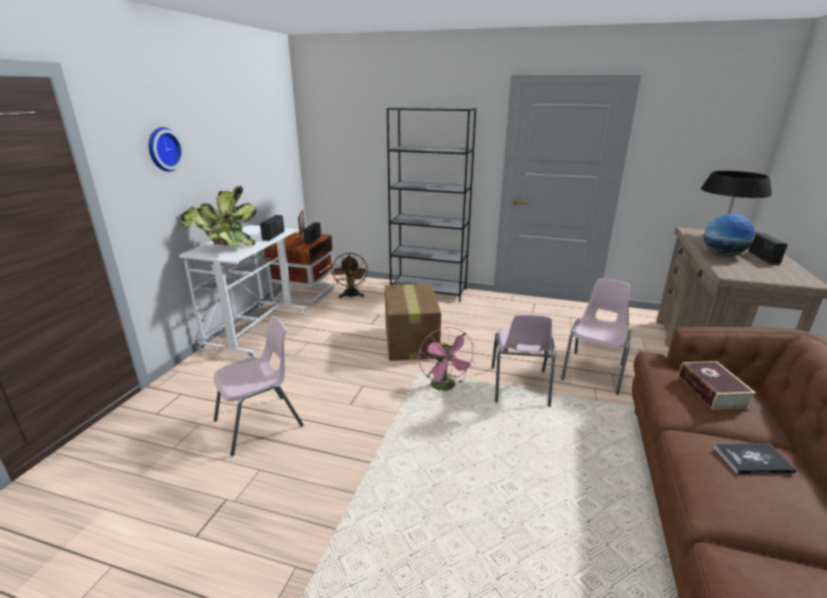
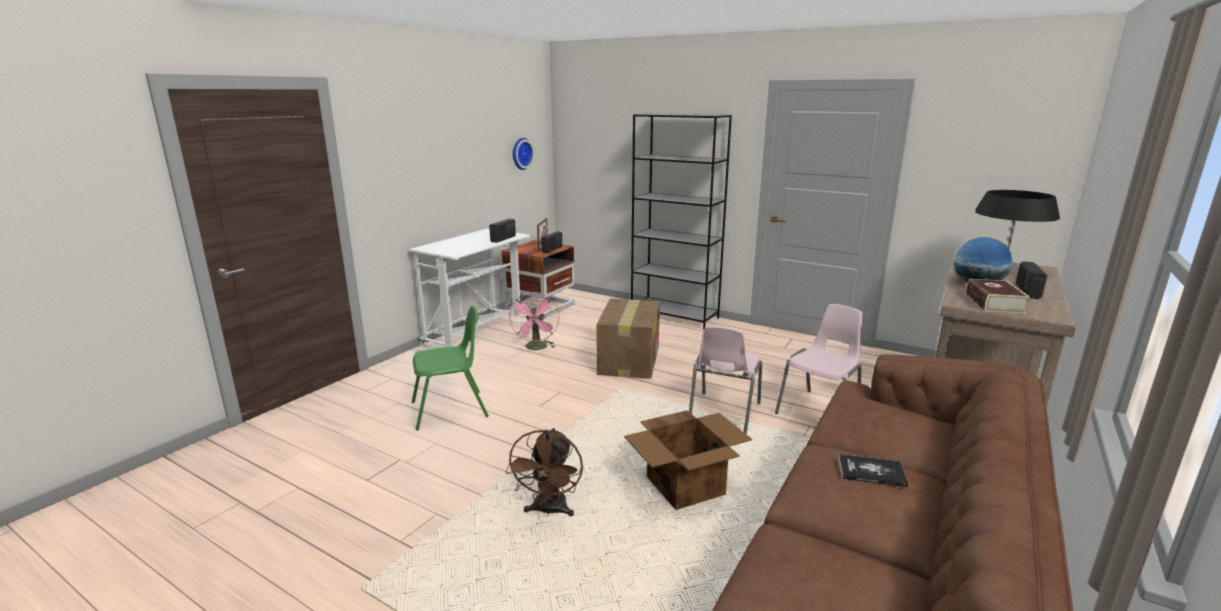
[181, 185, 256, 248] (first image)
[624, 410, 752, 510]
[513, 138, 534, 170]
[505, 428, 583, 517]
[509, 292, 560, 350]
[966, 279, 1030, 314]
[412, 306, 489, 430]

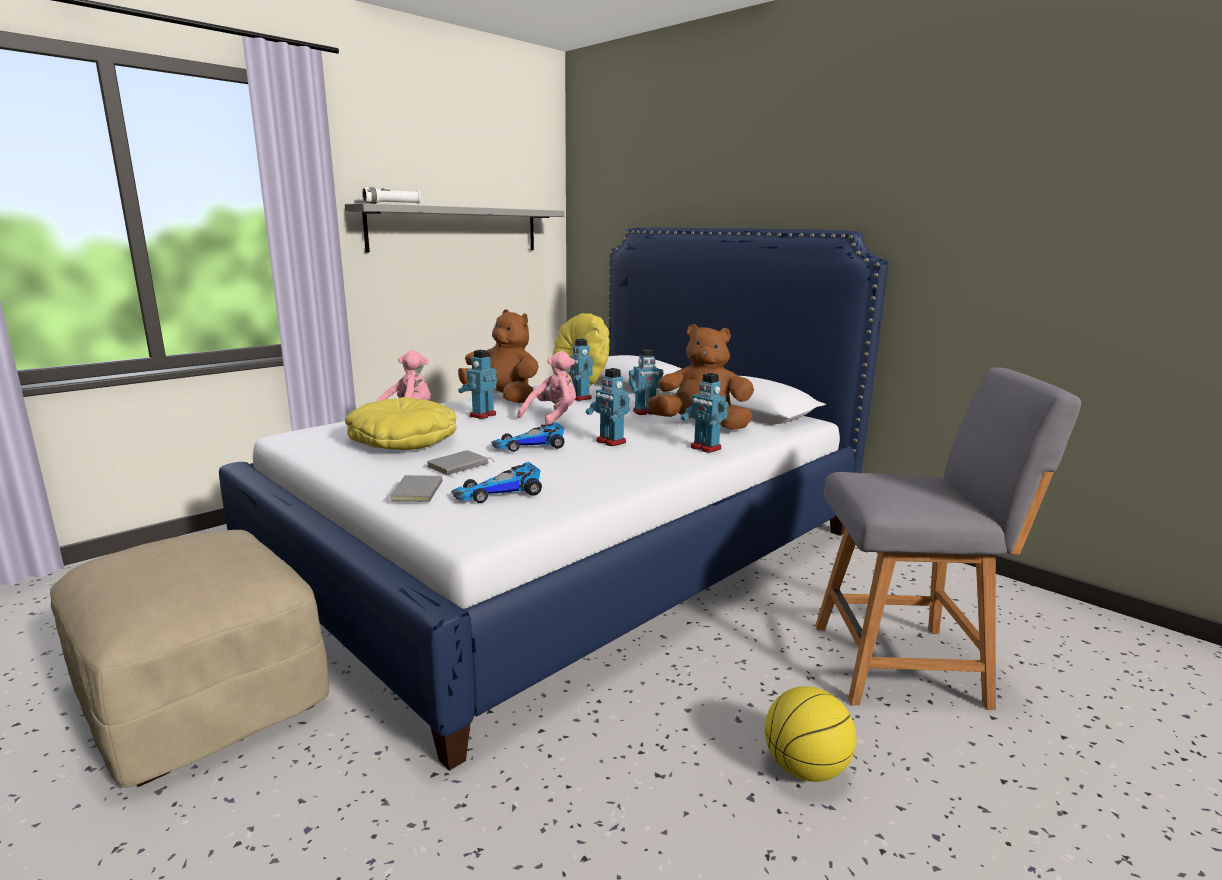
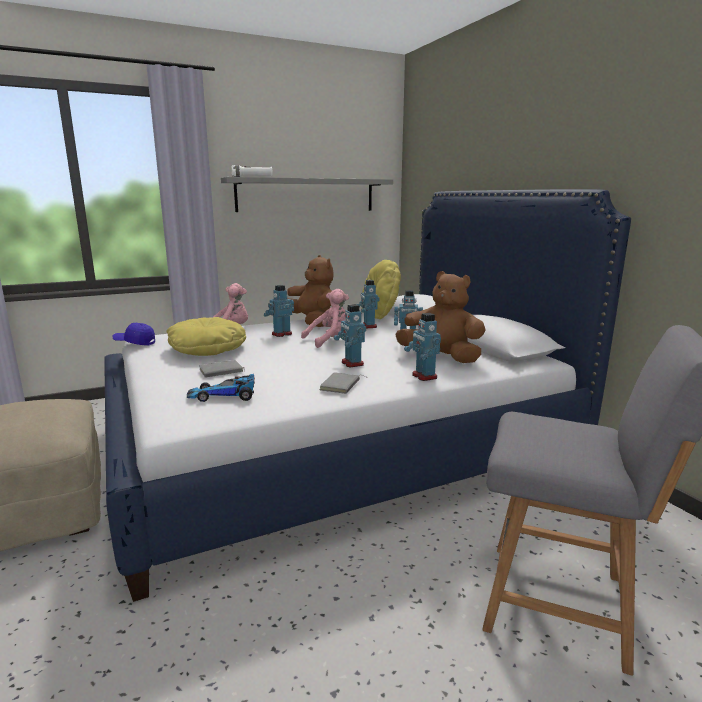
[491, 422, 565, 452] (first image)
[765, 686, 856, 782] (first image)
[112, 323, 155, 346]
[320, 372, 368, 394]

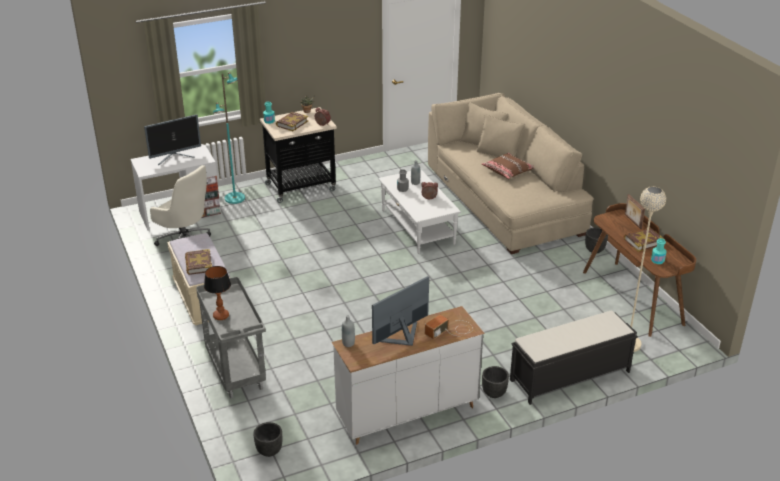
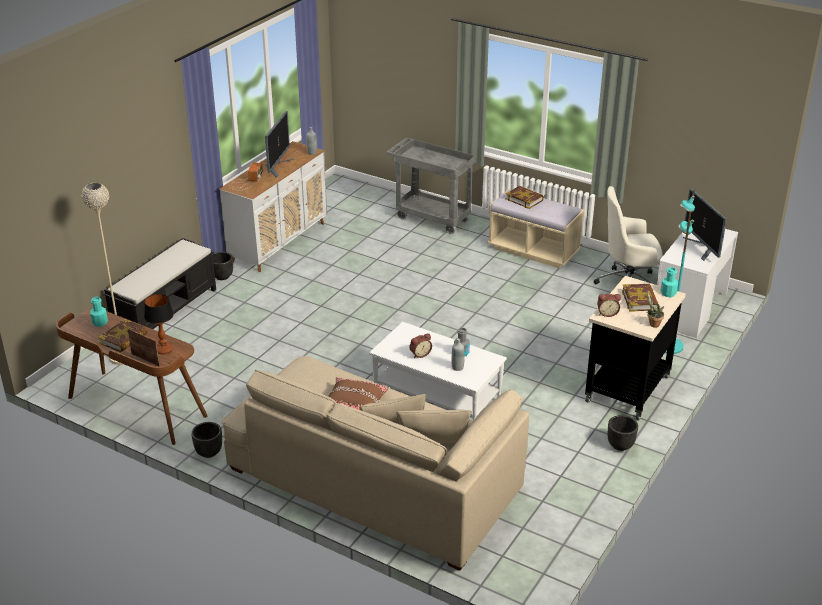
[144, 294, 174, 354]
[608, 415, 638, 451]
[683, 188, 727, 261]

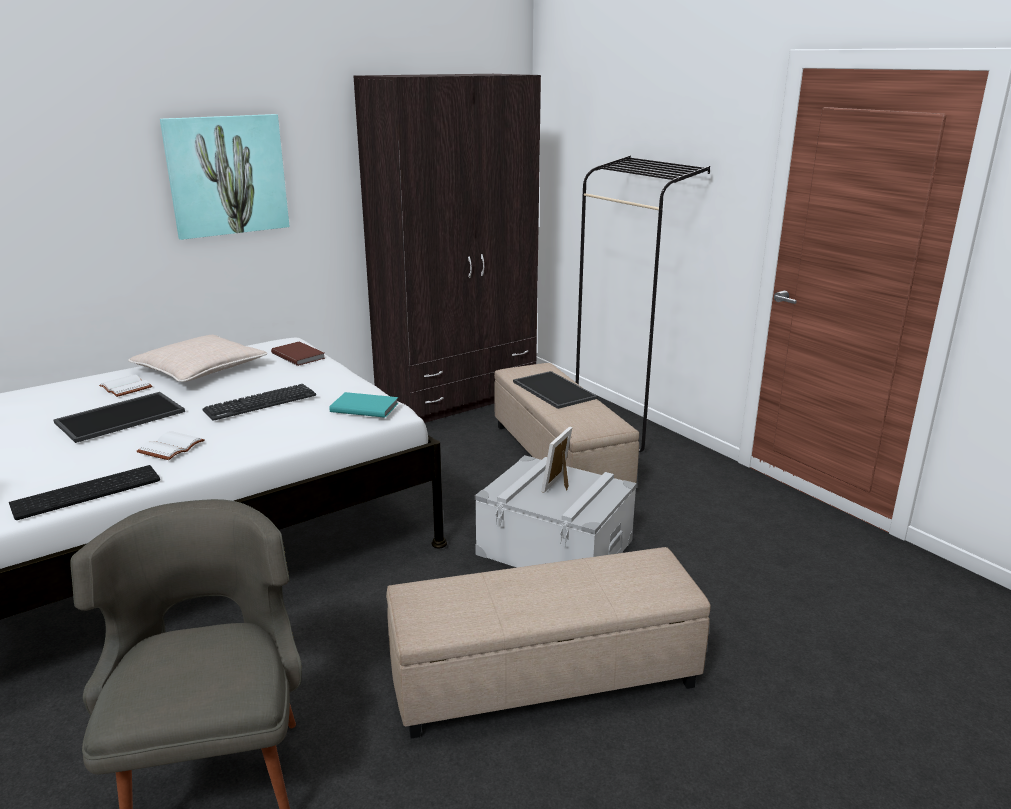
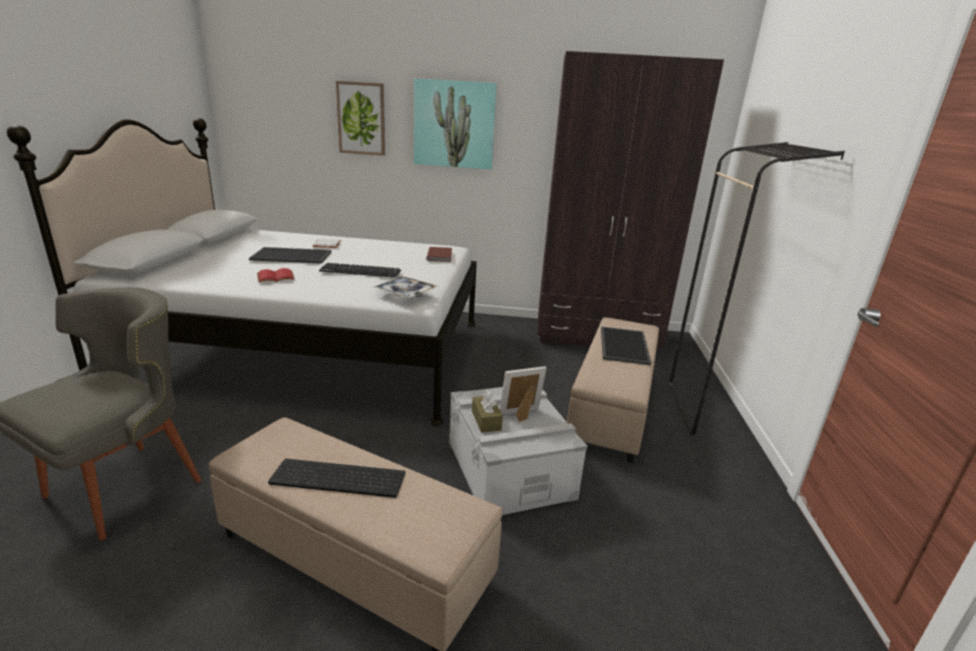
[128, 335, 267, 382] (first image)
[336, 81, 385, 156]
[472, 390, 503, 433]
[268, 459, 406, 498]
[374, 276, 437, 299]
[257, 268, 294, 282]

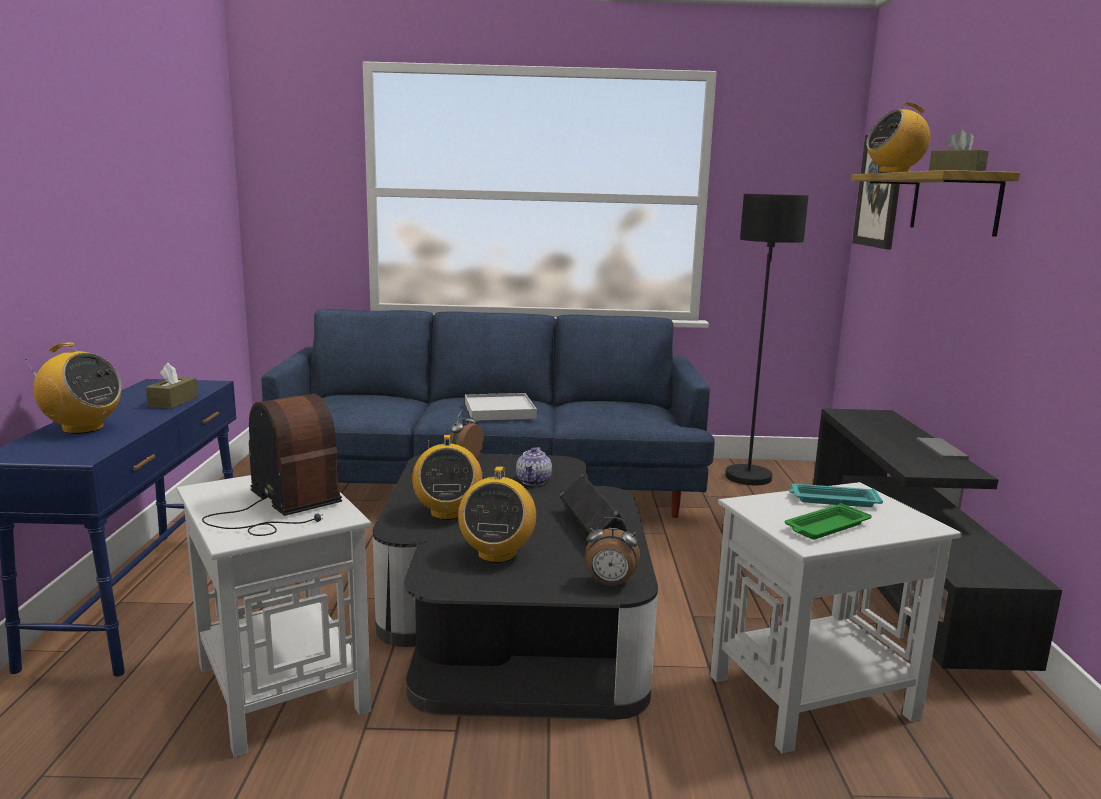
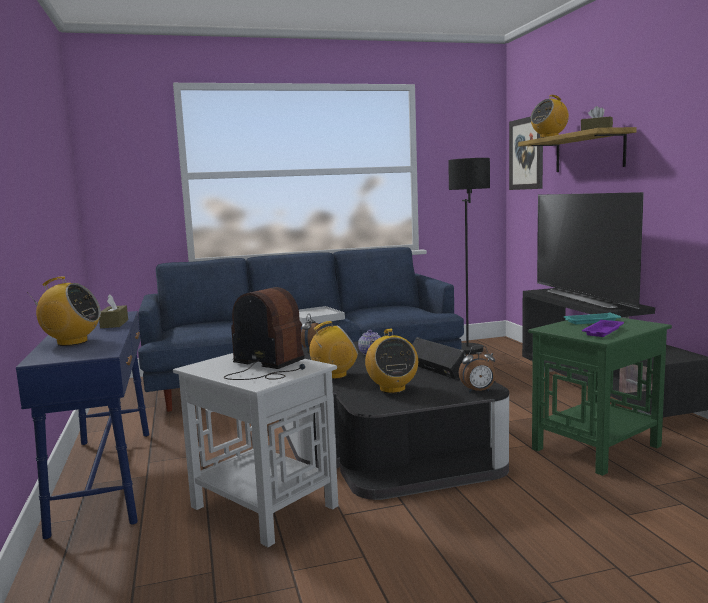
[537, 192, 644, 309]
[528, 318, 672, 476]
[582, 320, 624, 337]
[309, 321, 358, 379]

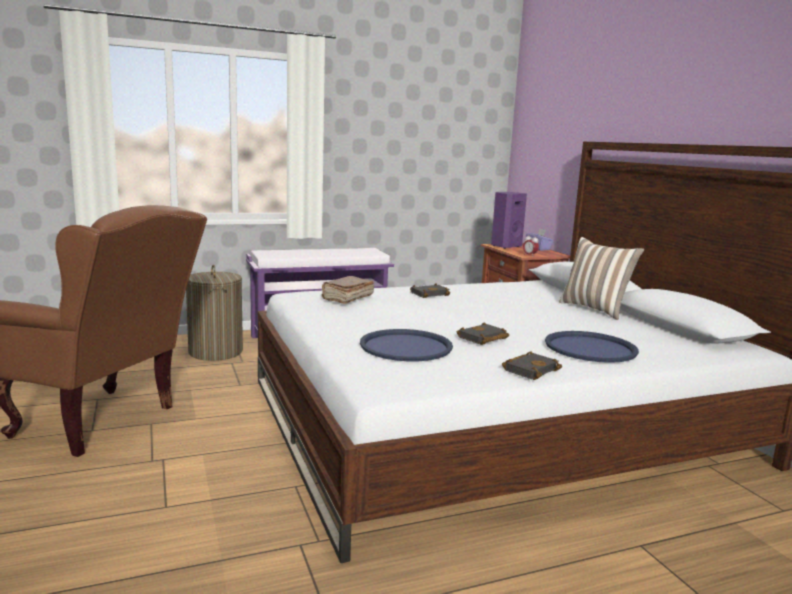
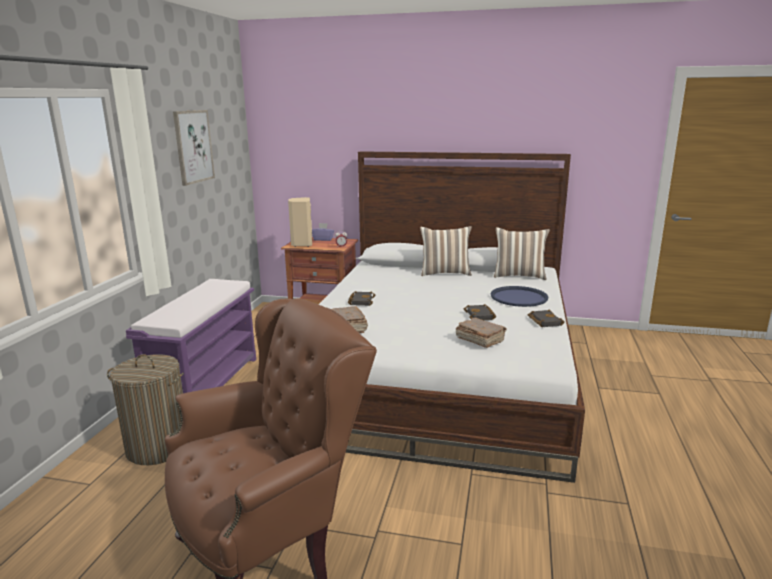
[173, 110, 215, 186]
[494, 227, 550, 280]
[456, 317, 507, 348]
[288, 197, 312, 247]

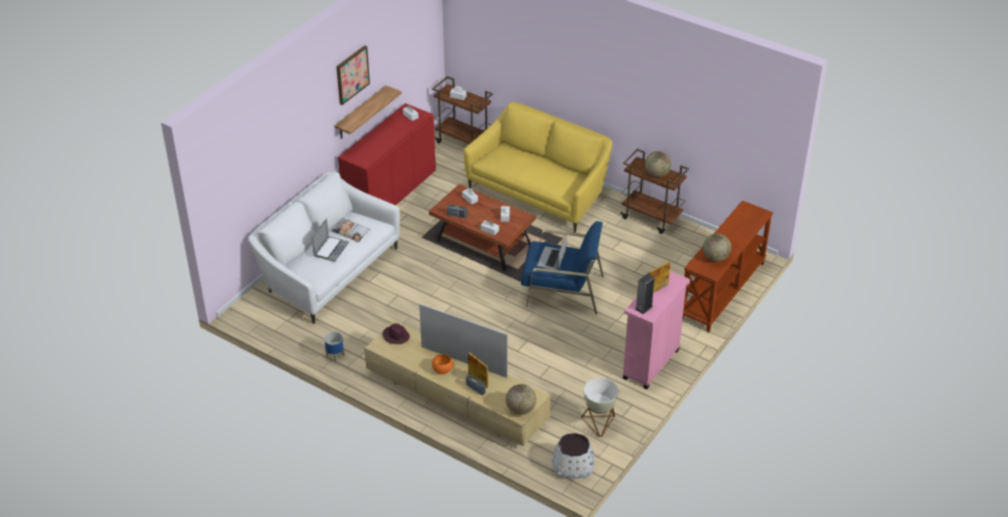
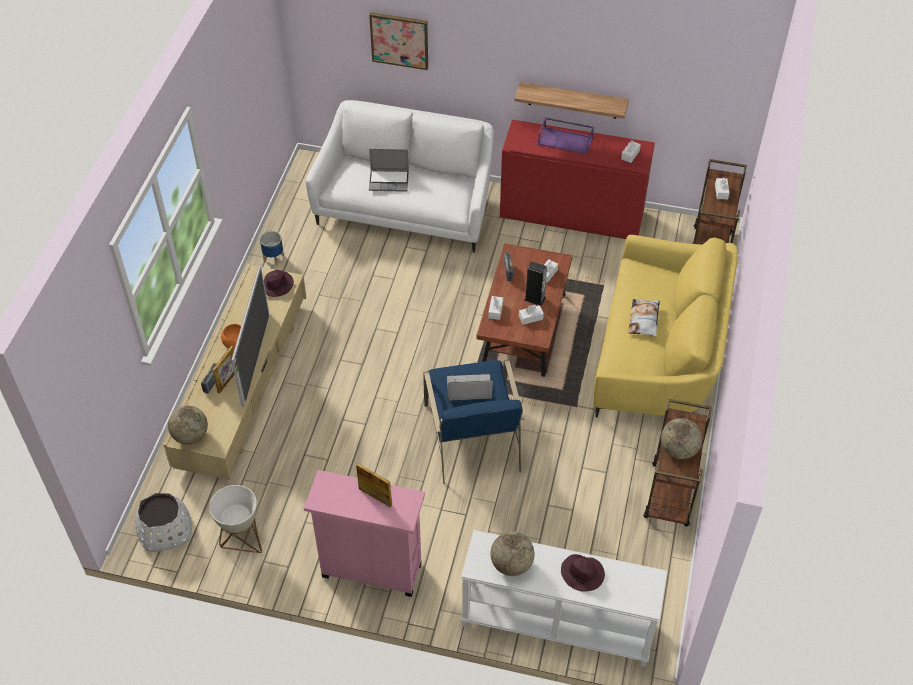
[538, 117, 594, 154]
[561, 554, 605, 592]
[629, 299, 660, 337]
[369, 12, 428, 70]
[524, 261, 547, 306]
[461, 530, 667, 667]

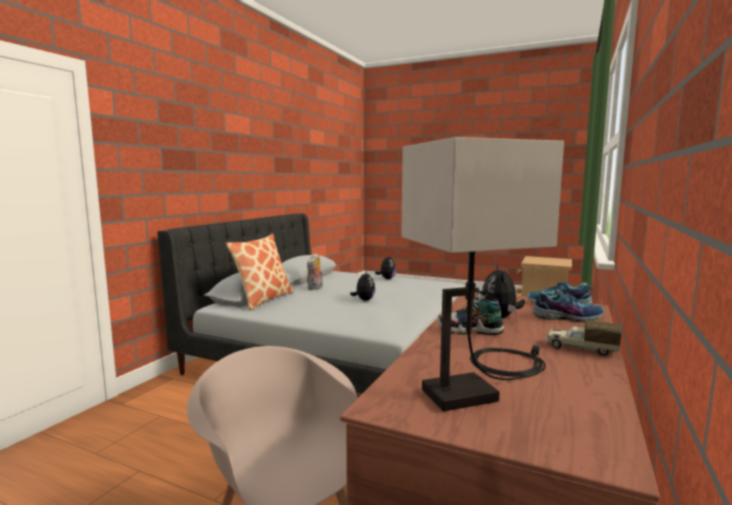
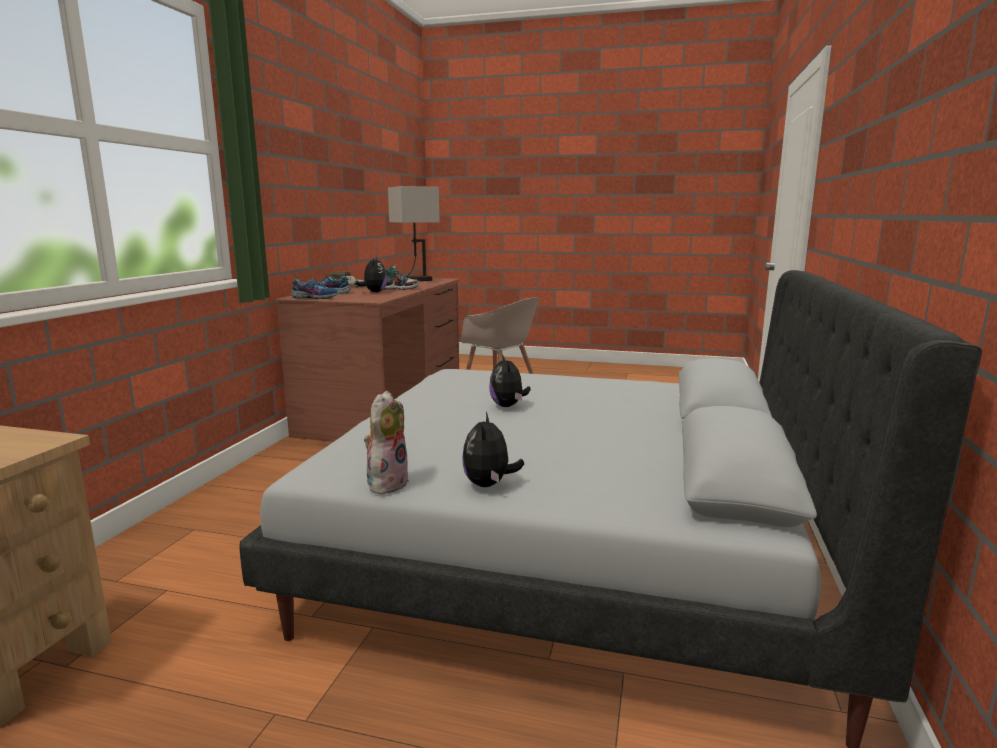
[226, 234, 293, 311] (first image)
[364, 391, 409, 495]

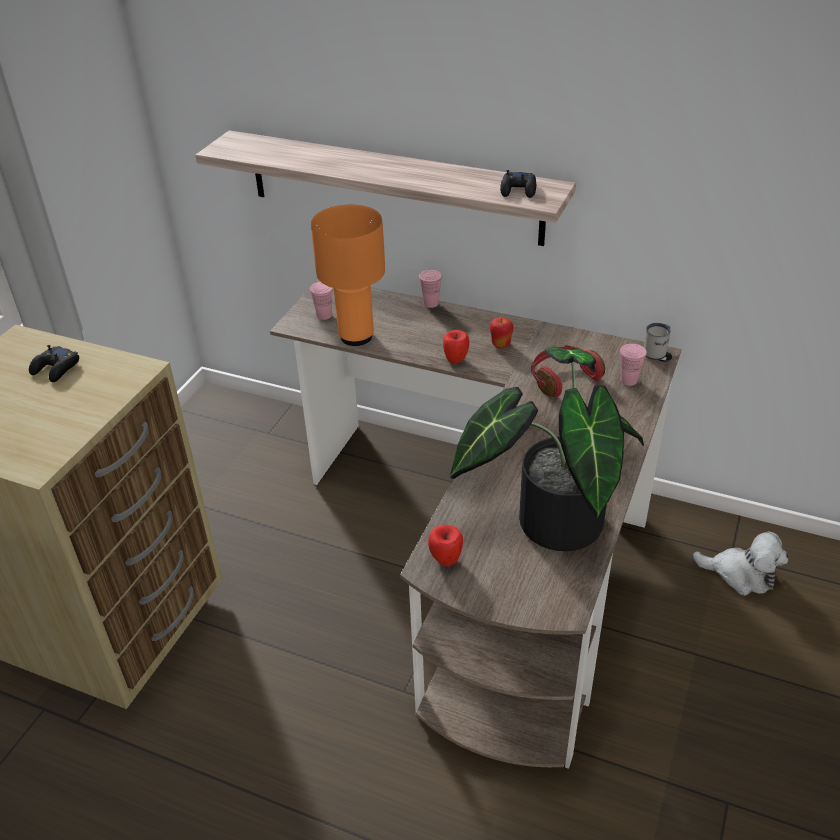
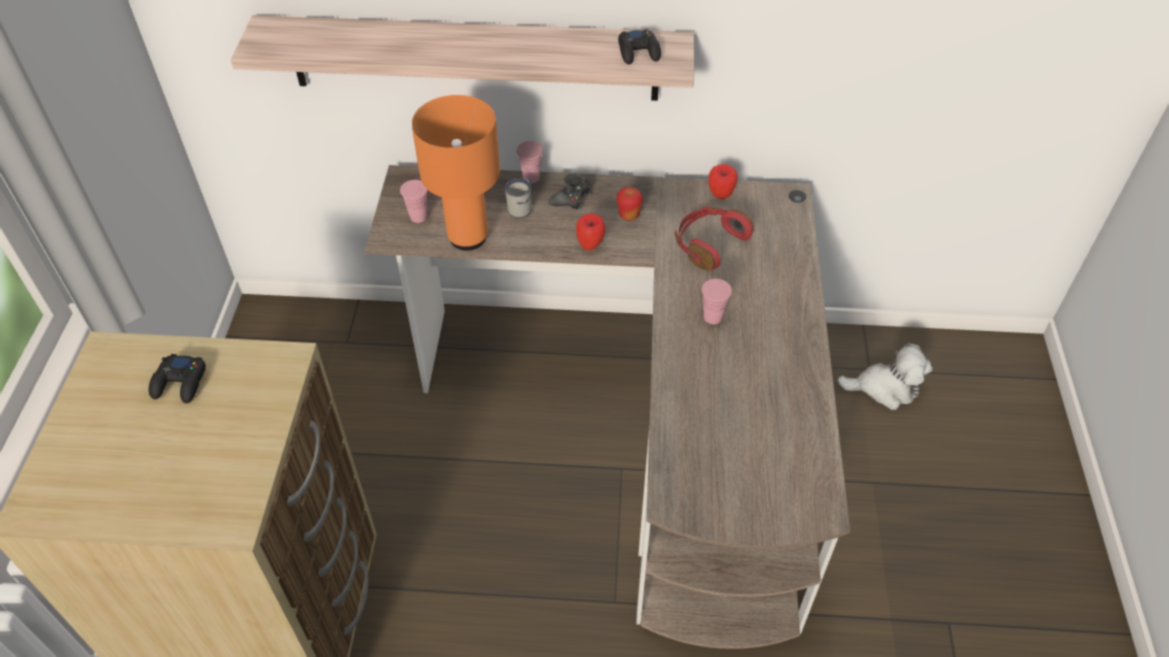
[450, 346, 644, 551] (first image)
[549, 174, 592, 209]
[708, 164, 737, 199]
[702, 279, 732, 324]
[505, 178, 532, 218]

